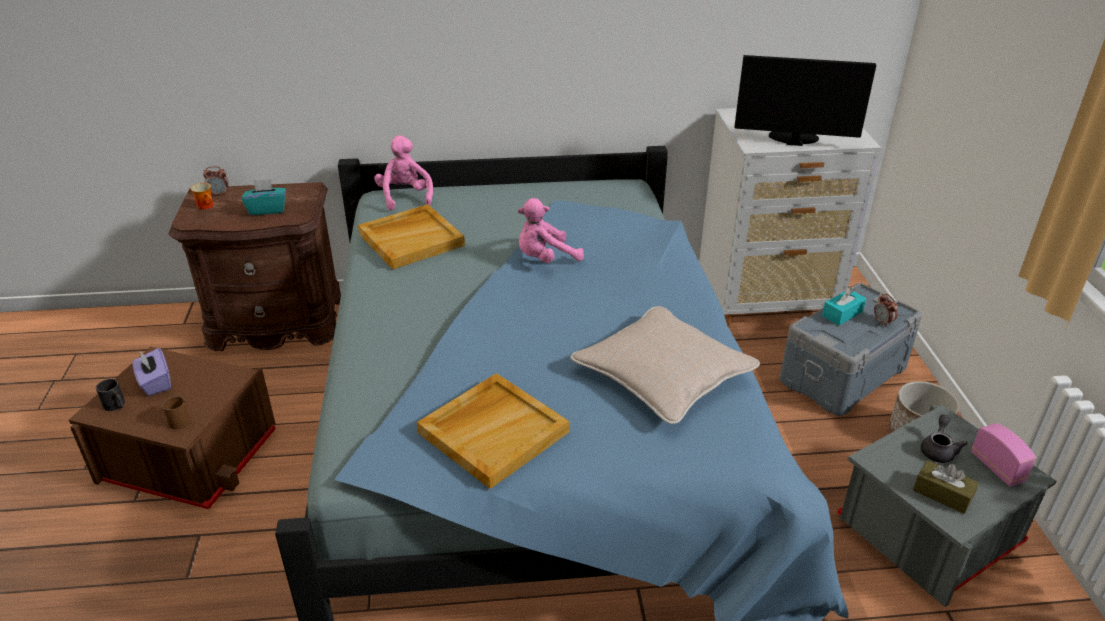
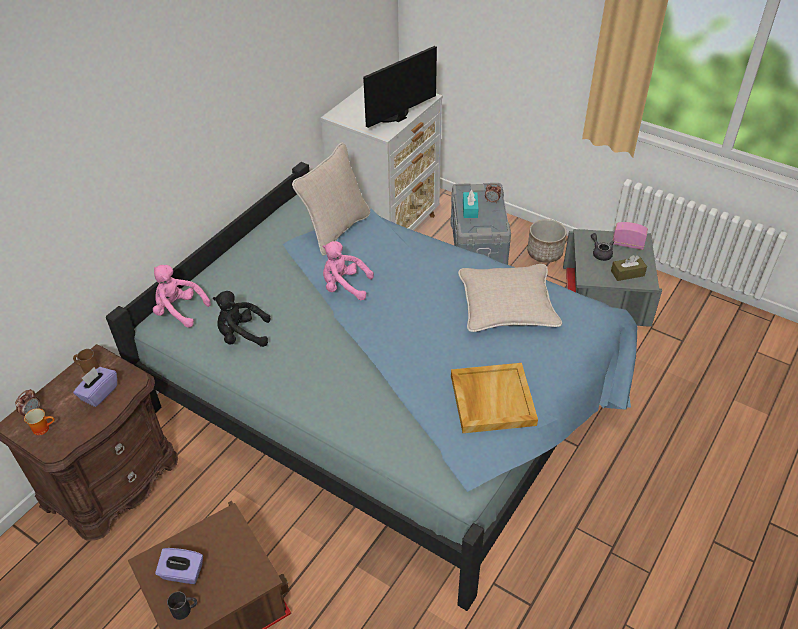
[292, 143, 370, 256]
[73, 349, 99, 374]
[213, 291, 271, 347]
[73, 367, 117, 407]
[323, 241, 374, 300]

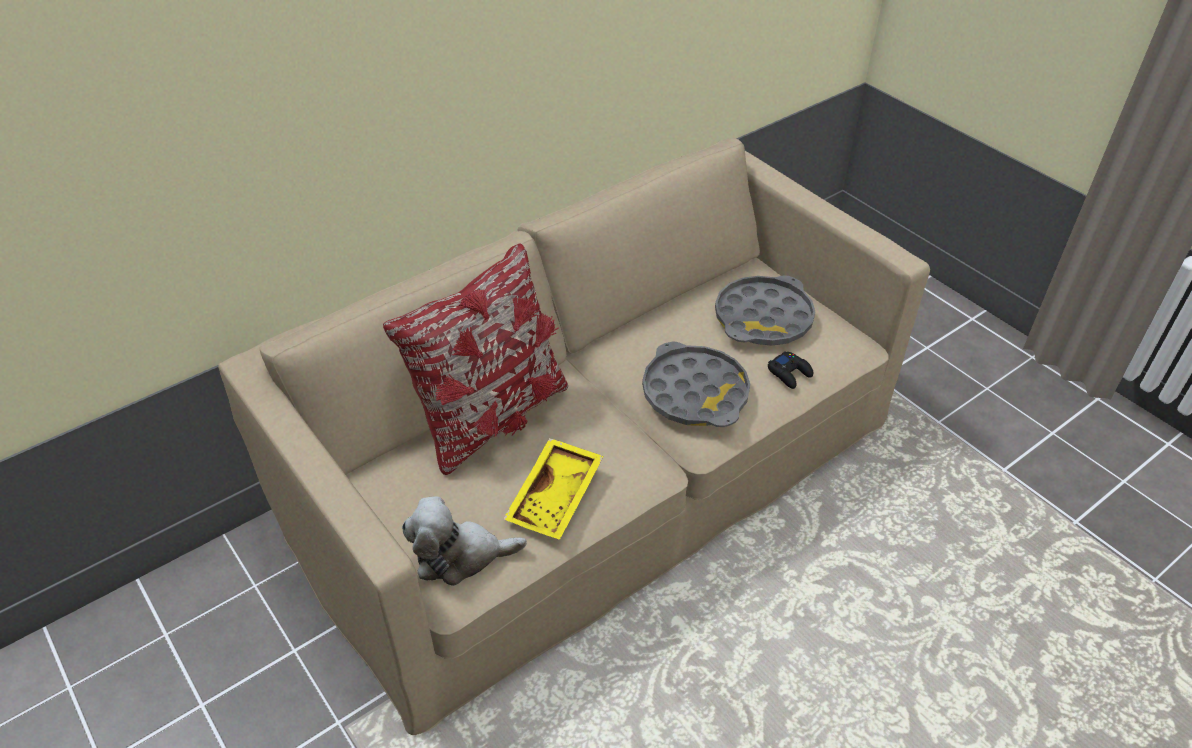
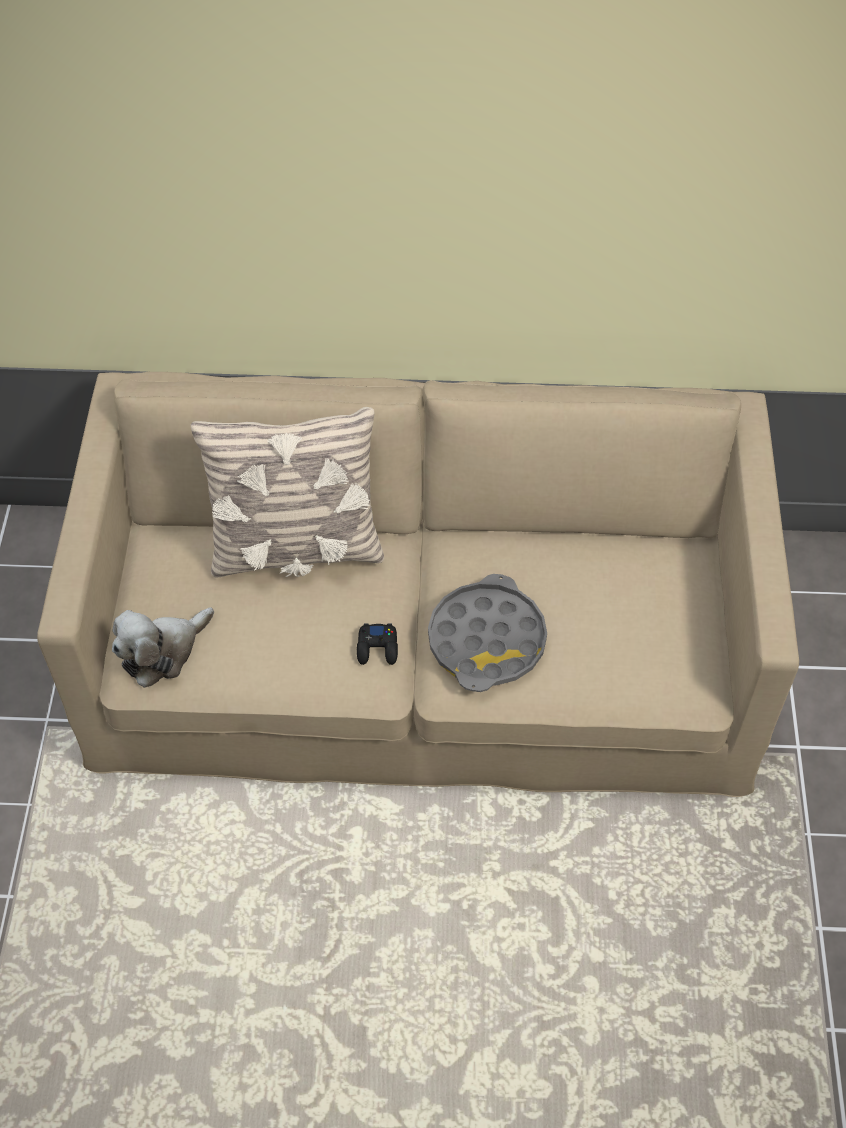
[503, 438, 604, 540] (first image)
[715, 275, 815, 346] (first image)
[357, 623, 398, 665]
[191, 407, 384, 578]
[112, 608, 214, 688]

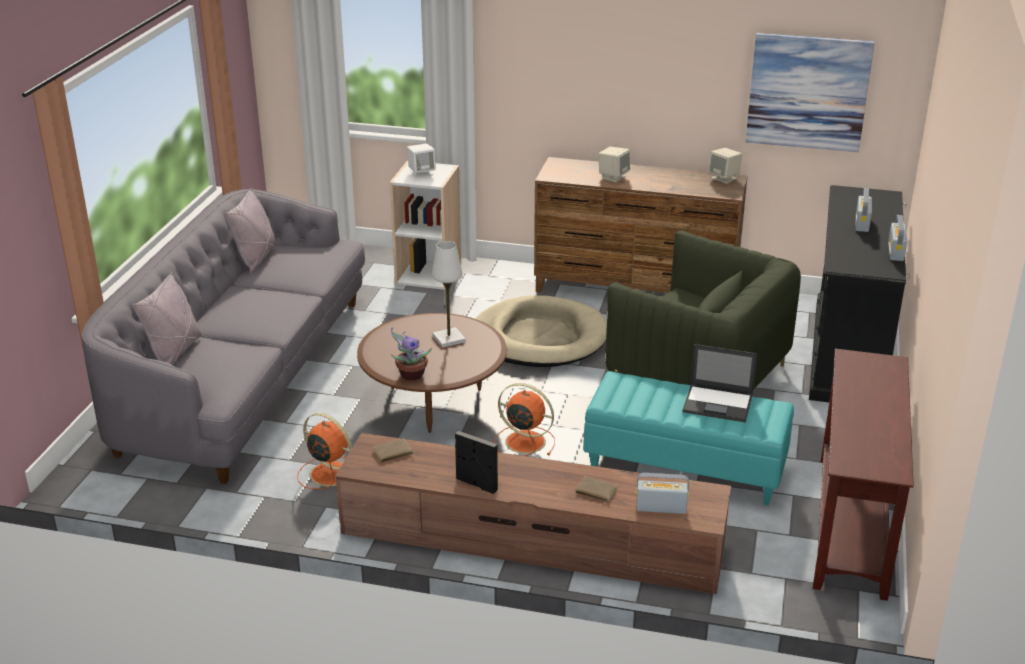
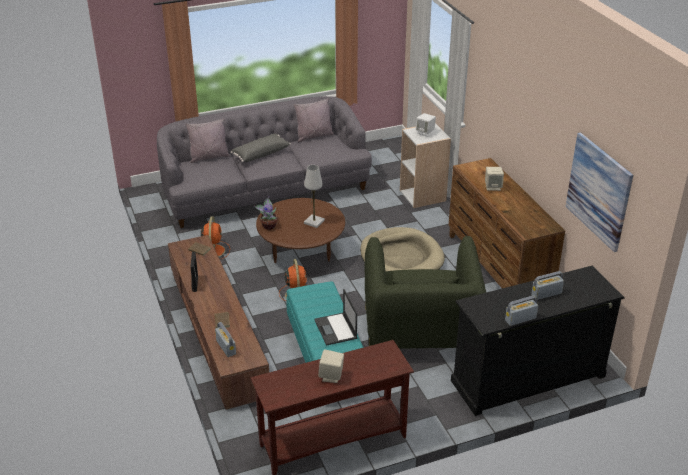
[230, 134, 291, 162]
[318, 349, 344, 383]

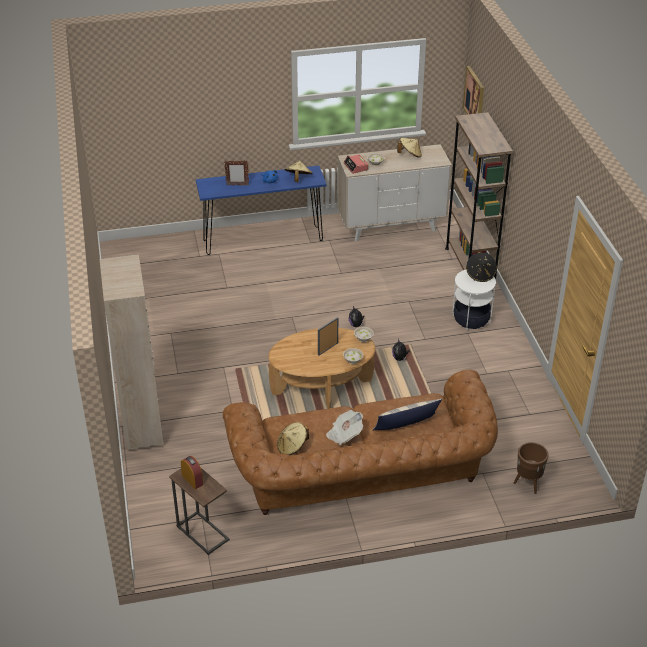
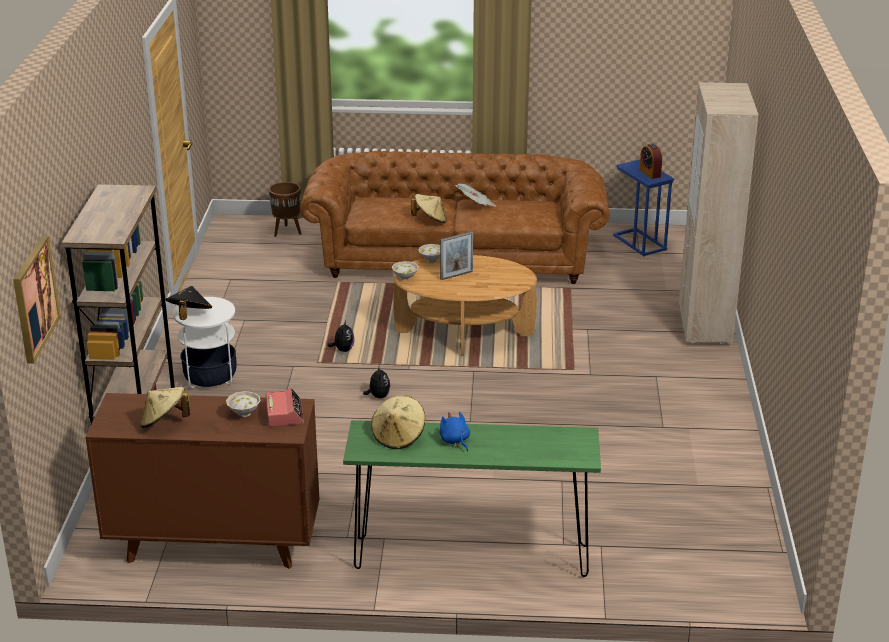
[224, 161, 249, 186] (first image)
[373, 399, 442, 431] (first image)
[411, 194, 447, 223]
[613, 159, 674, 256]
[343, 420, 601, 577]
[85, 393, 320, 569]

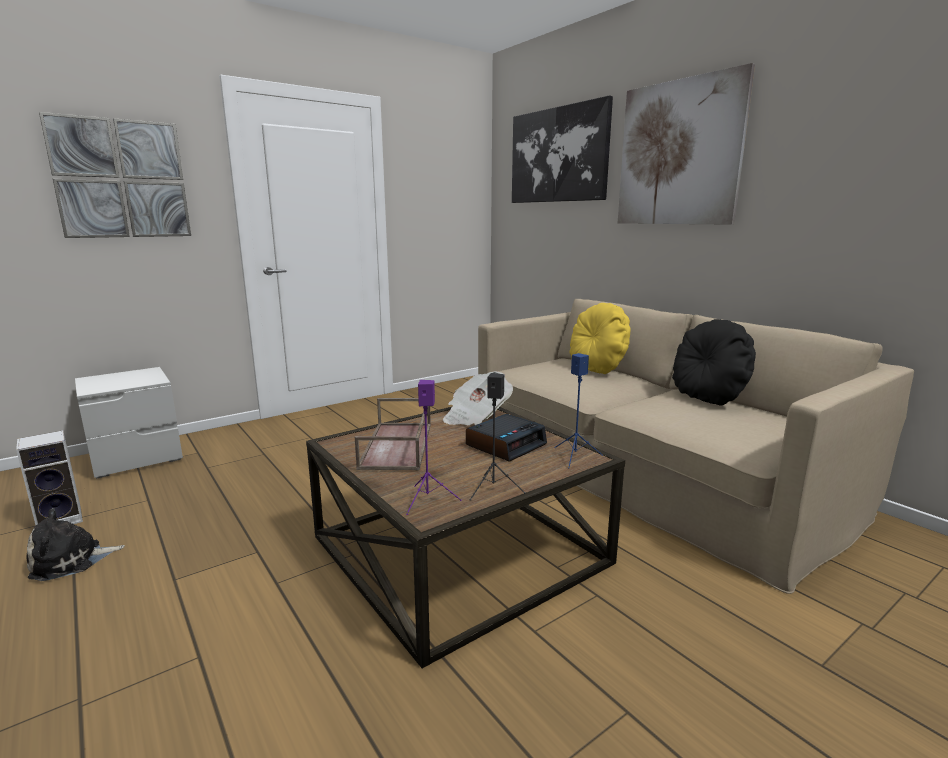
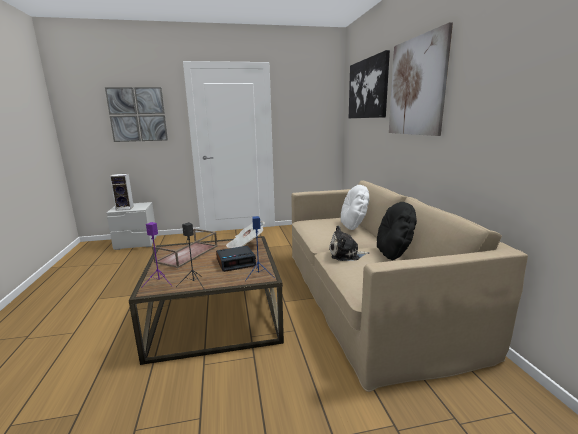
[110, 174, 134, 211]
[329, 226, 370, 261]
[341, 185, 369, 230]

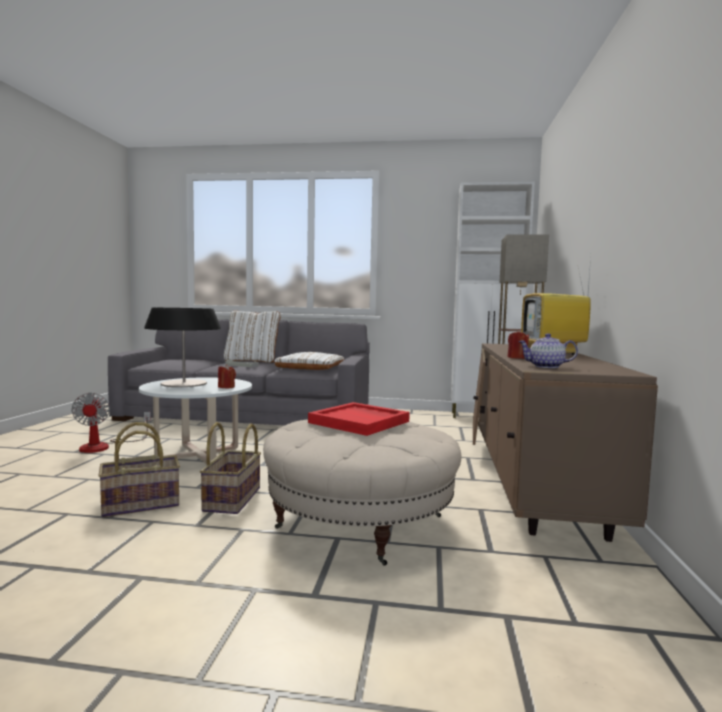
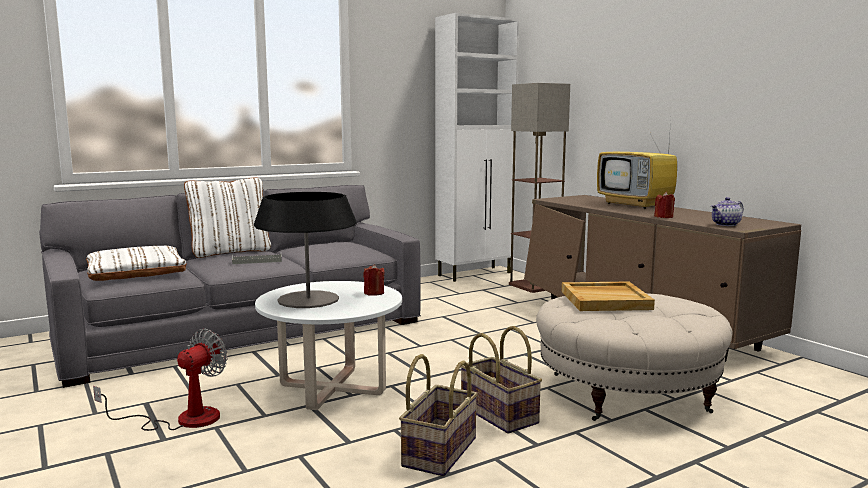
[86, 246, 187, 281]
[562, 281, 655, 311]
[93, 329, 228, 431]

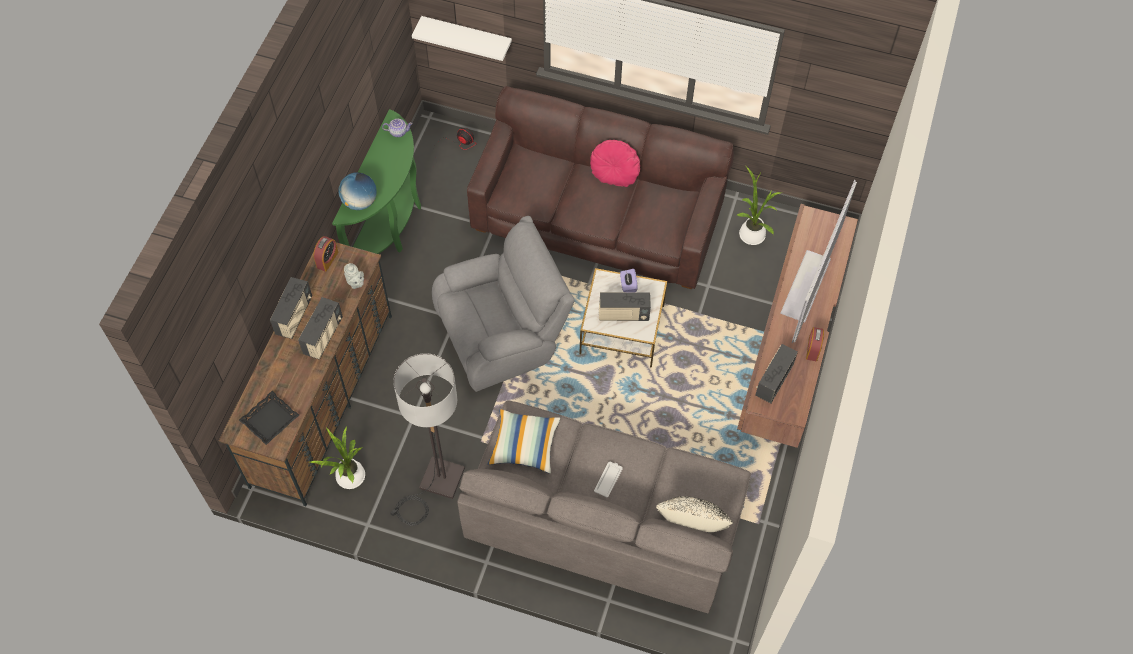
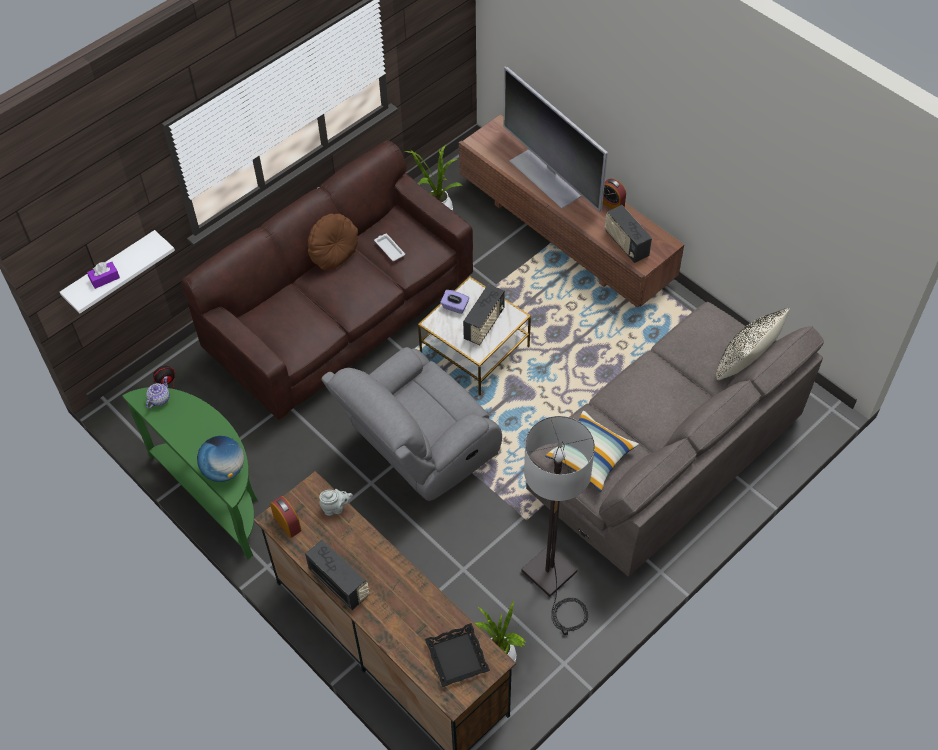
[298, 297, 343, 360] (first image)
[87, 262, 120, 289]
[374, 234, 405, 261]
[307, 214, 358, 270]
[322, 347, 502, 501]

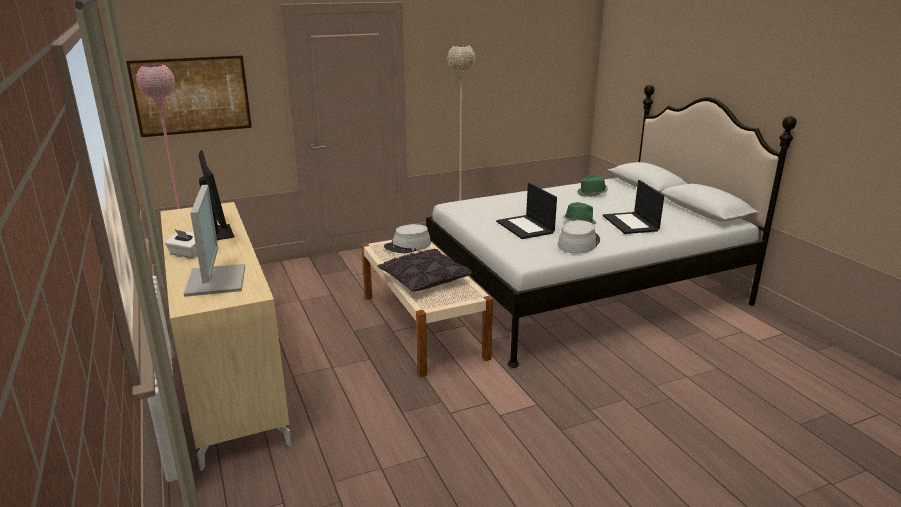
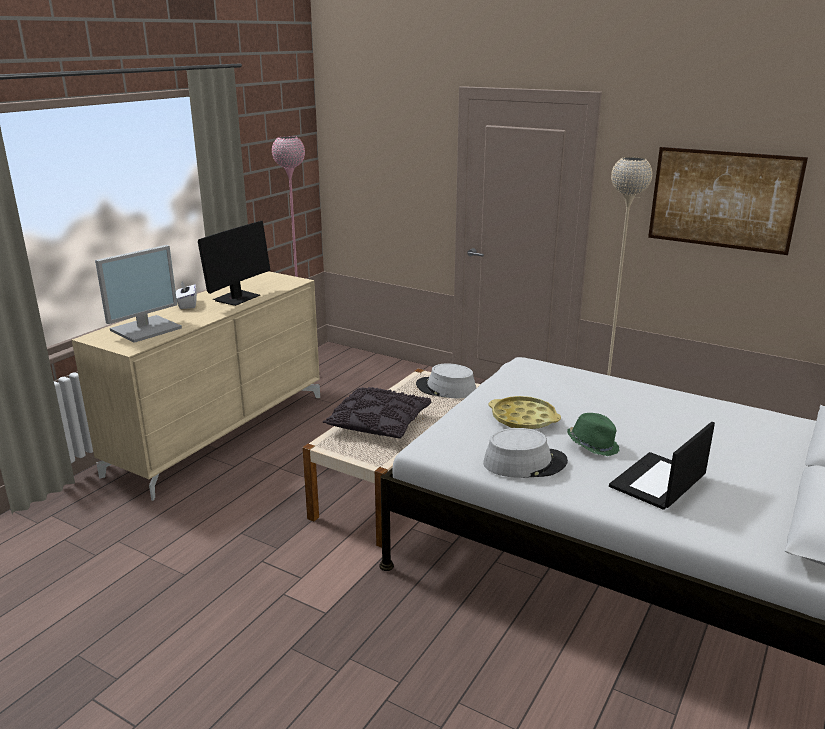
[577, 175, 608, 197] (first image)
[648, 147, 808, 255]
[489, 396, 561, 429]

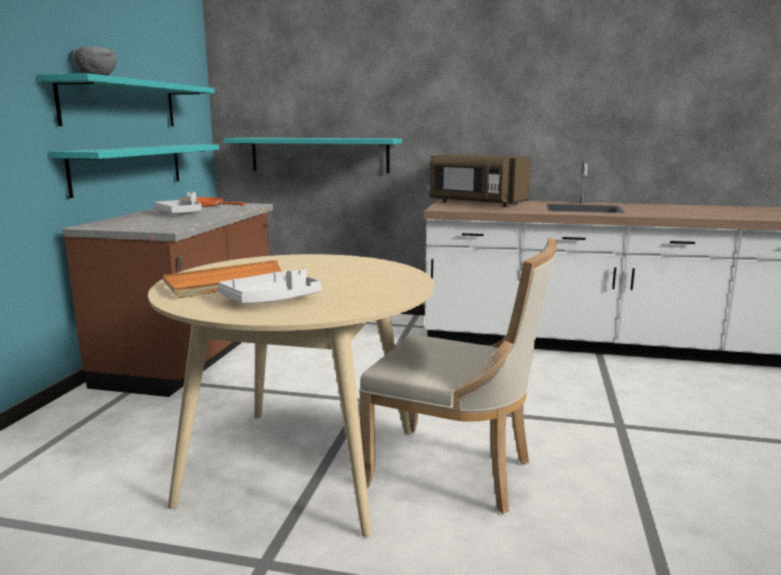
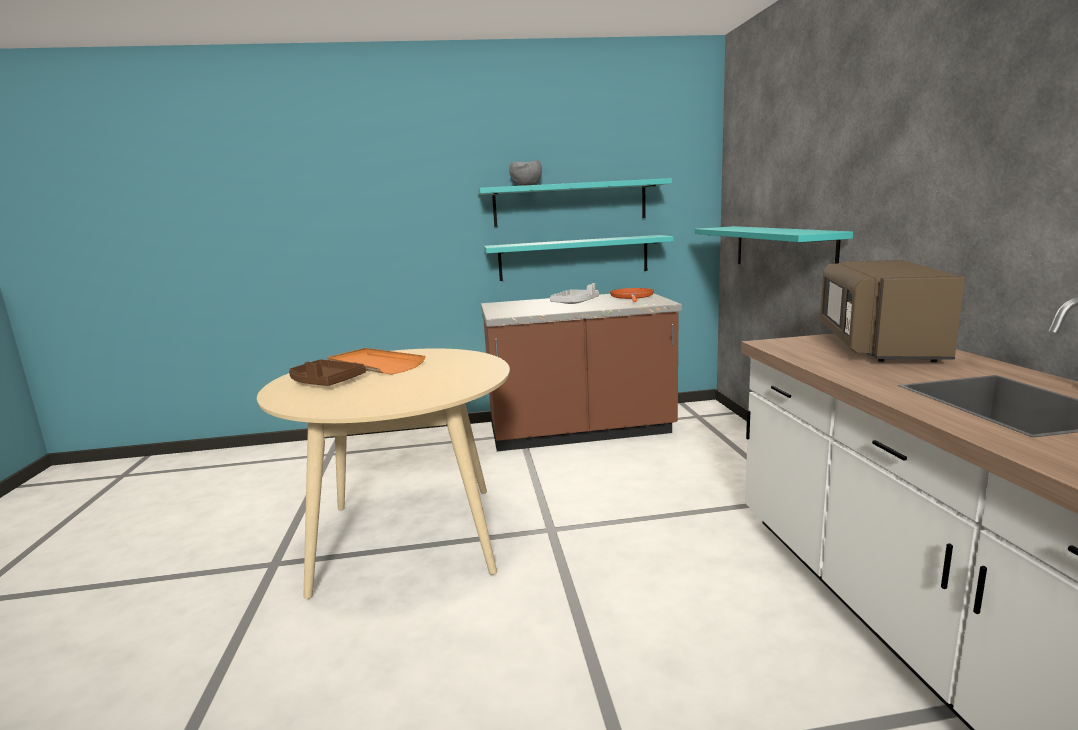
[359, 238, 557, 514] (first image)
[289, 359, 366, 386]

